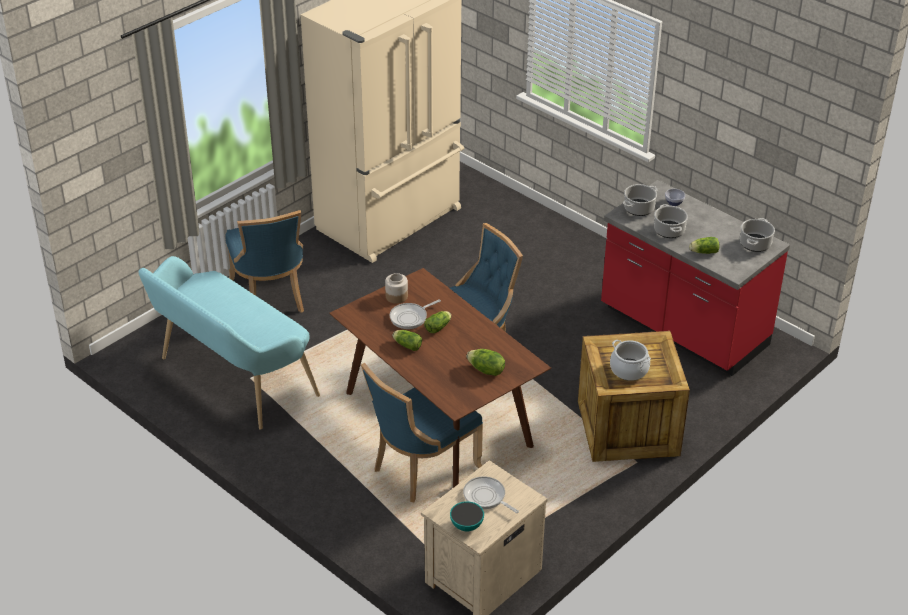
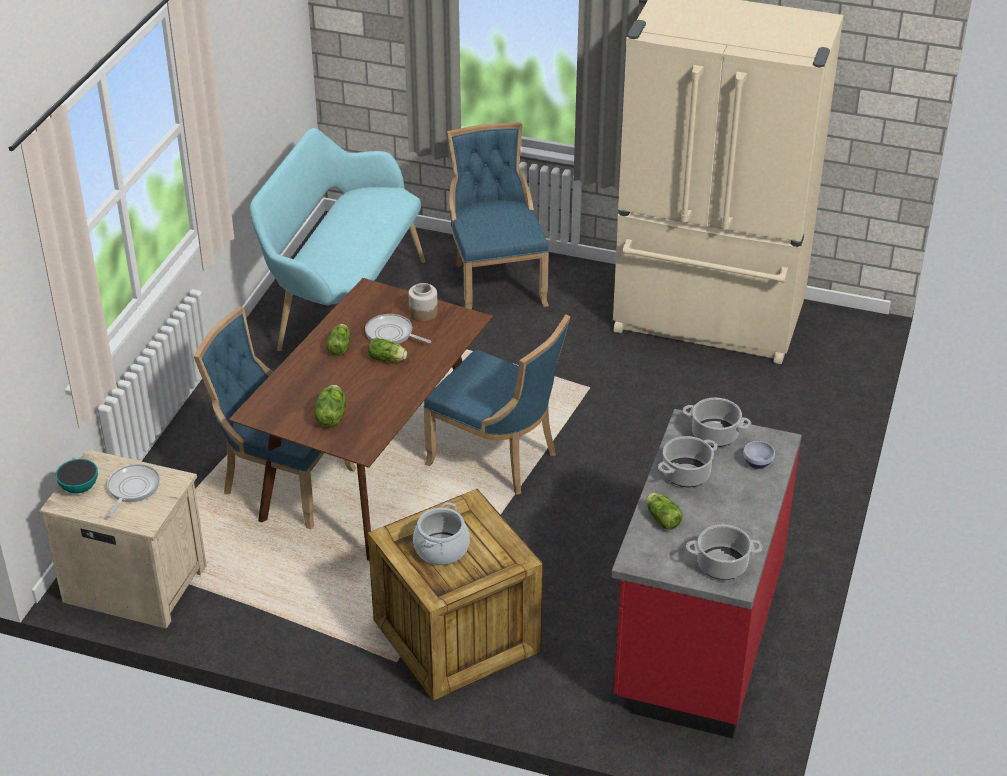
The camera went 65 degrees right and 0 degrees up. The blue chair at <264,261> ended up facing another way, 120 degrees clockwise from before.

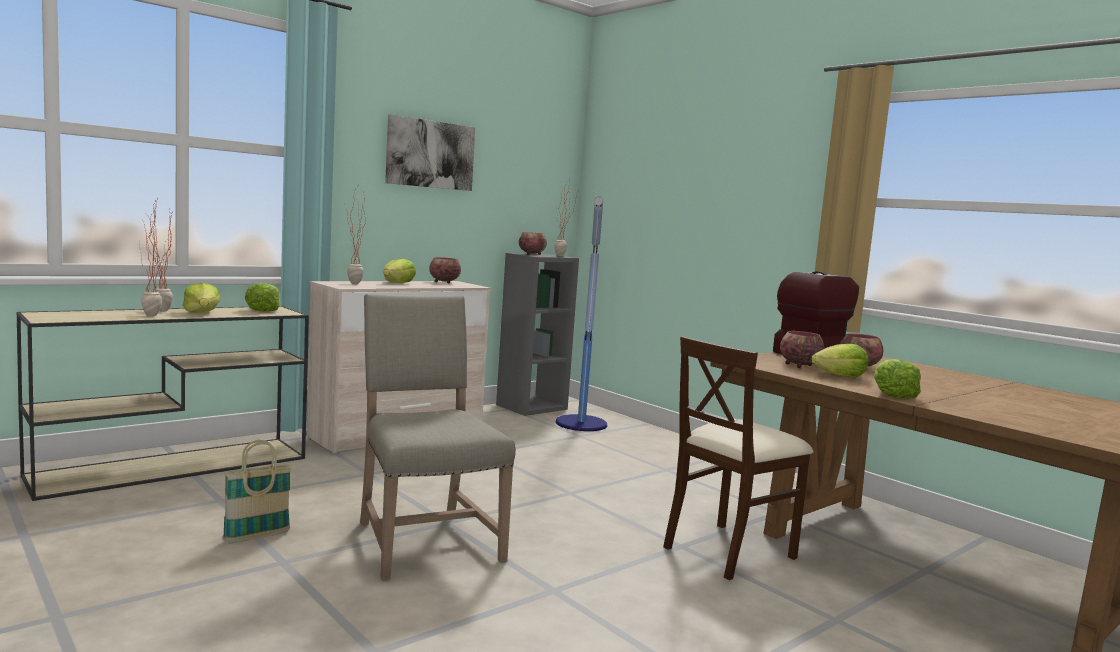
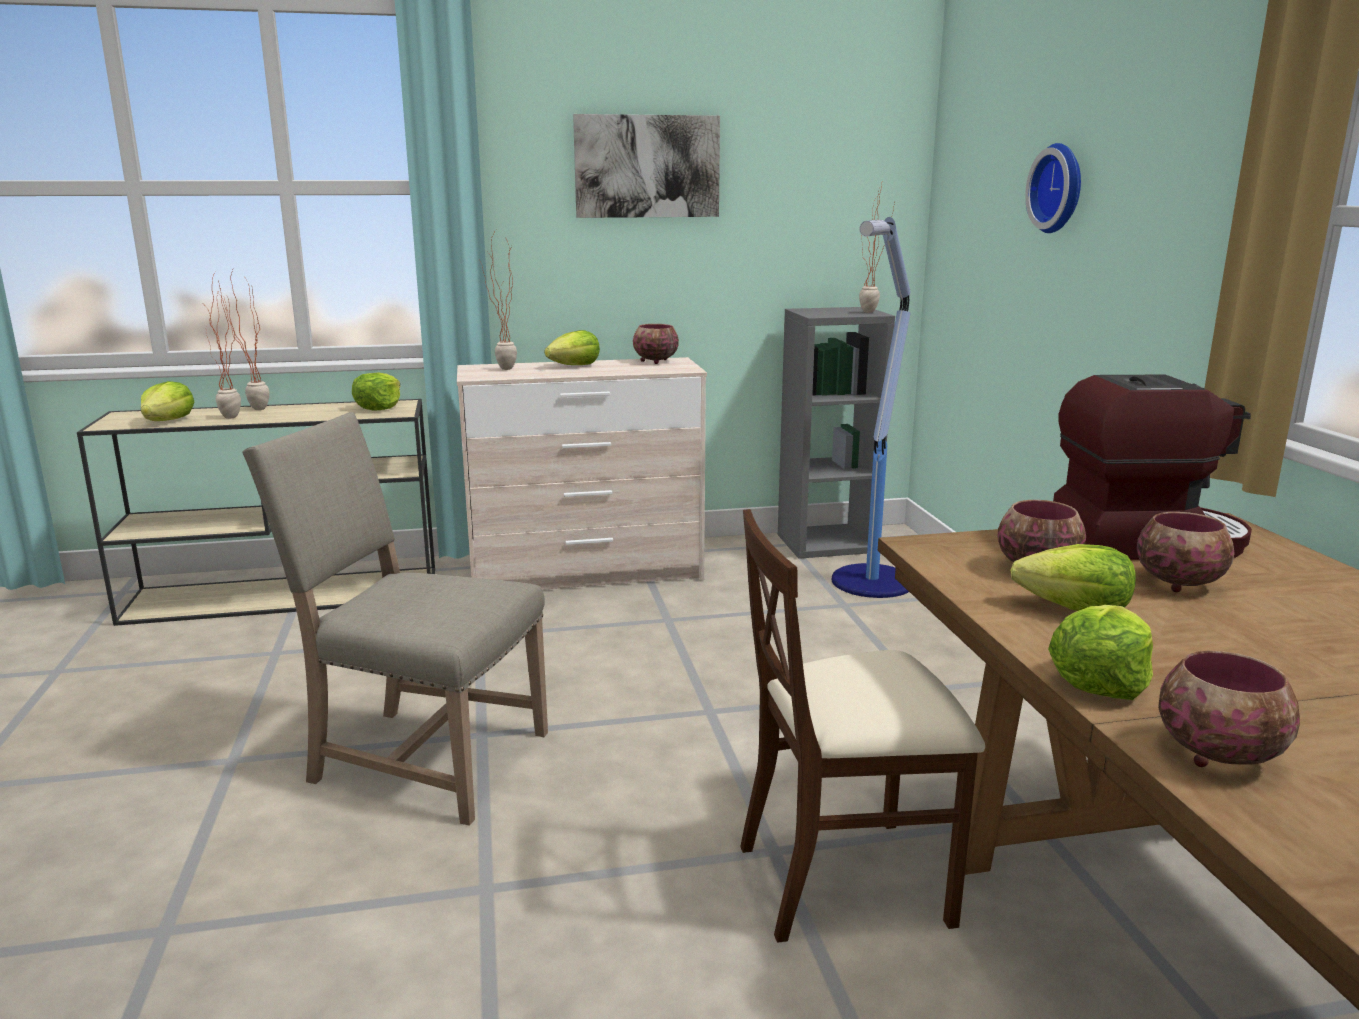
The camera went 30 degrees right and 10 degrees up. The lettuce ended up elsewhere, having gone from <201,298> to <167,401>. The second view lost the basket at <257,491>. The beige chair at <438,437> ended up facing another way, 75 degrees counterclockwise from before. The bowl ended up elsewhere, having gone from <533,243> to <1229,709>. The second view gained the wall clock at <1053,188>.

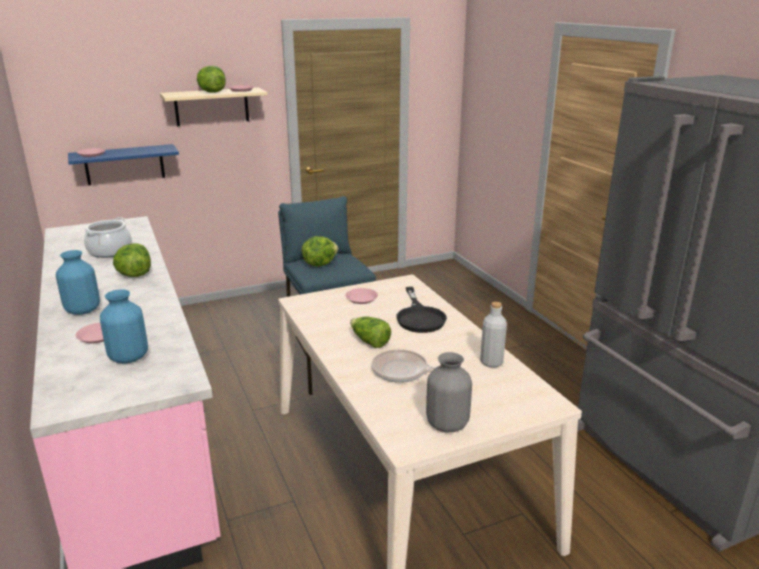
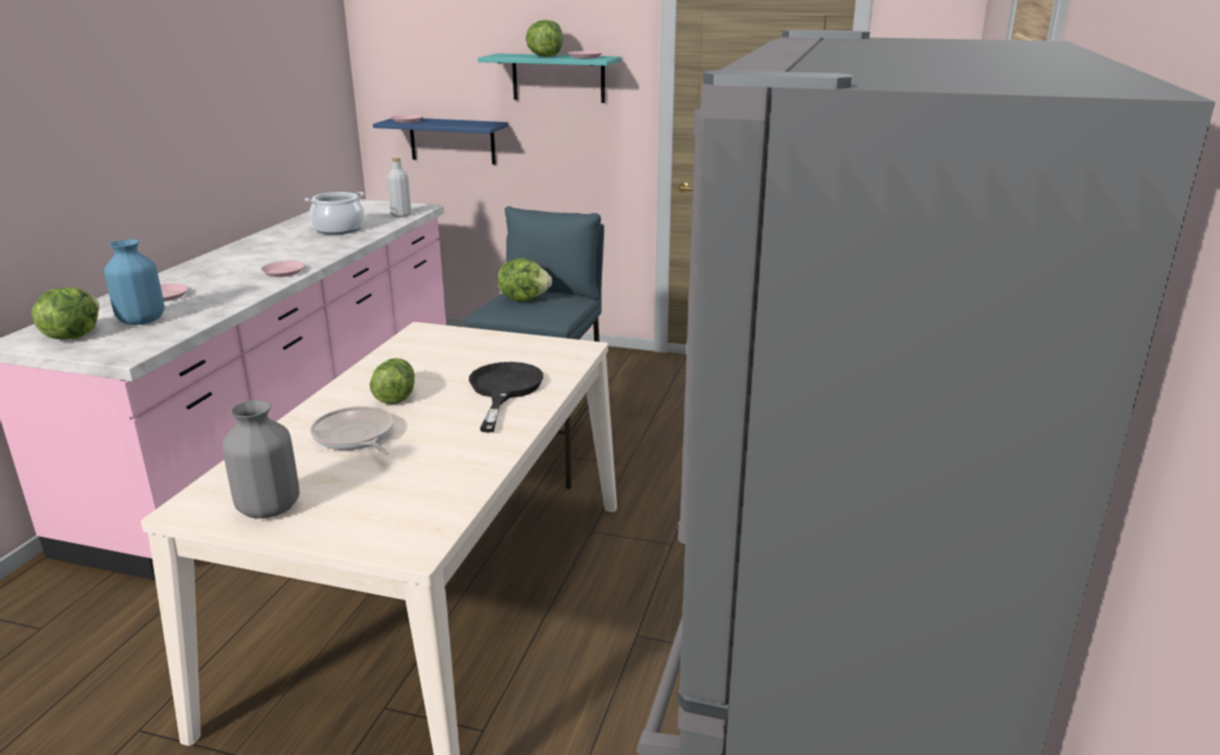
The camera went 40 degrees right and 0 degrees up. The second view lost the blue vase at <78,282>. The lettuce ended up elsewhere, having gone from <132,260> to <65,313>. What was the beige shelf at <214,106> turned into the turquoise shelf at <549,78>. The pink plate ended up elsewhere, having gone from <361,296> to <283,269>. The black frying pan at <421,310> ended up facing another way, 150 degrees clockwise from before. The grey bottle ended up elsewhere, having gone from <493,335> to <399,187>.

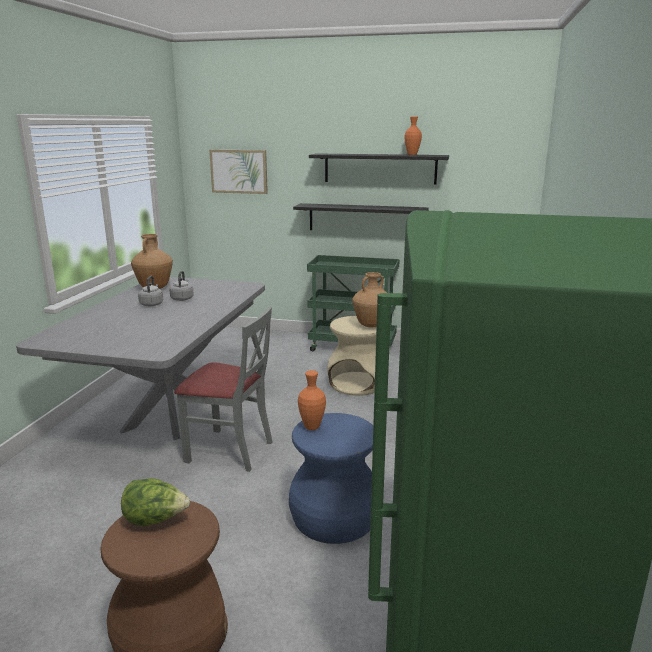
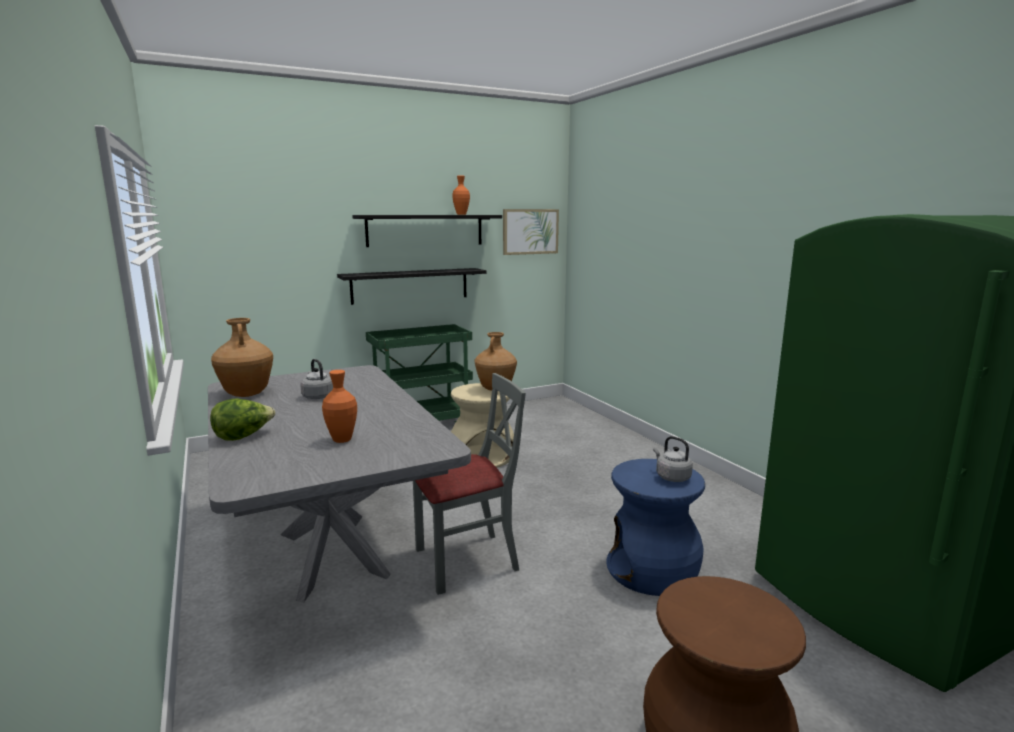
The camera went 40 degrees left and 5 degrees down. The lettuce ended up elsewhere, having gone from <155,502> to <242,419>. The grey kettle ended up elsewhere, having gone from <150,291> to <673,459>. The picture ended up elsewhere, having gone from <238,172> to <531,232>. The orange vase ended up elsewhere, having gone from <312,400> to <339,406>.

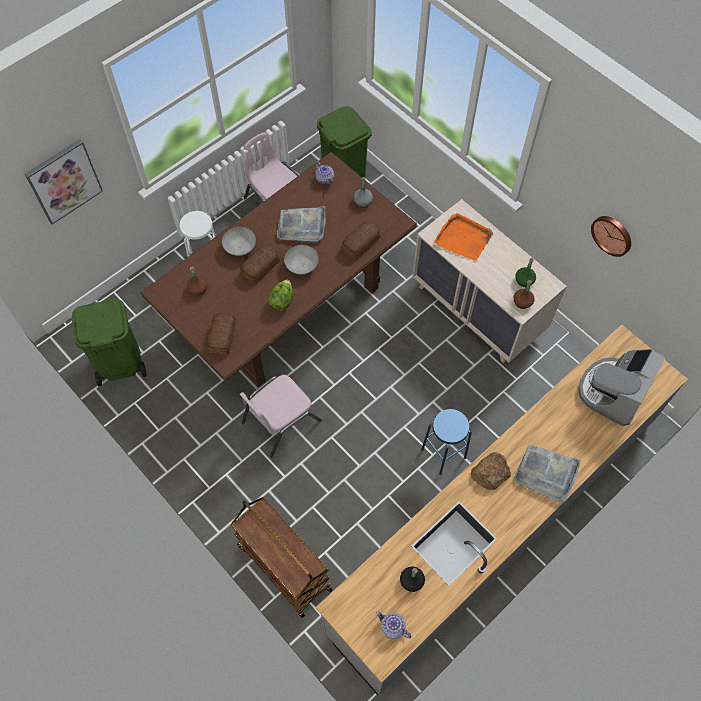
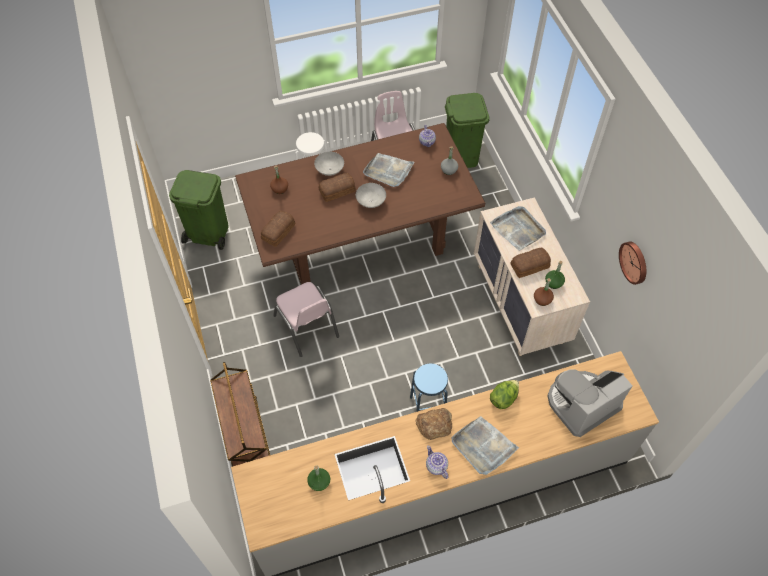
The camera went 25 degrees right and 5 degrees down. The second view lost the picture at <64,182>. The pink chair at <281,416> ended up facing another way, 105 degrees counterclockwise from before. The lettuce ended up elsewhere, having gone from <280,295> to <504,394>. The bread ended up elsewhere, having gone from <360,240> to <530,263>. The teapot ended up elsewhere, having gone from <394,625> to <437,462>. What was the black bottle at <412,579> turned into the green bottle at <318,478>. What was the orange tray at <463,237> turned into the grey tray at <518,228>.

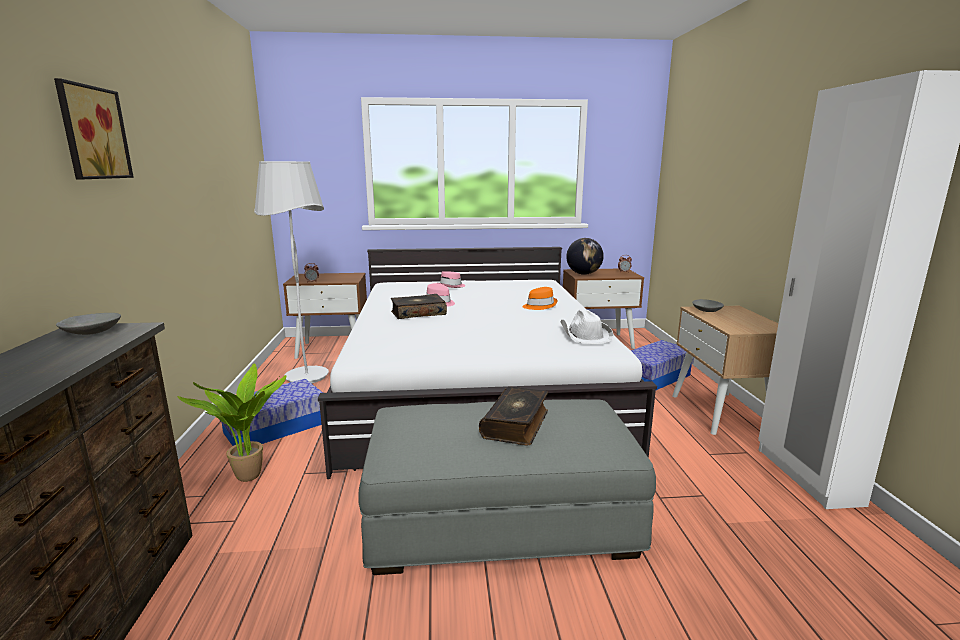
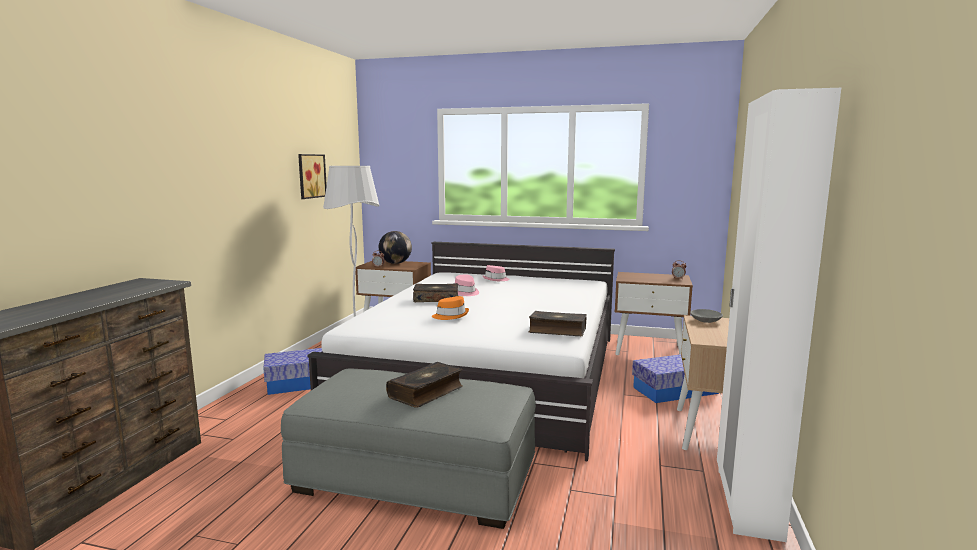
The camera went 20 degrees right and 5 degrees down. The picture ended up elsewhere, having gone from <94,128> to <312,176>. The second view lost the grey bowl at <88,324>. The second view lost the potted plant at <231,422>. The orange hat ended up elsewhere, having gone from <539,298> to <450,308>. Where the white hat stood at <587,326>, the book came to stand at <558,323>. The globe ended up elsewhere, having gone from <585,256> to <395,247>.

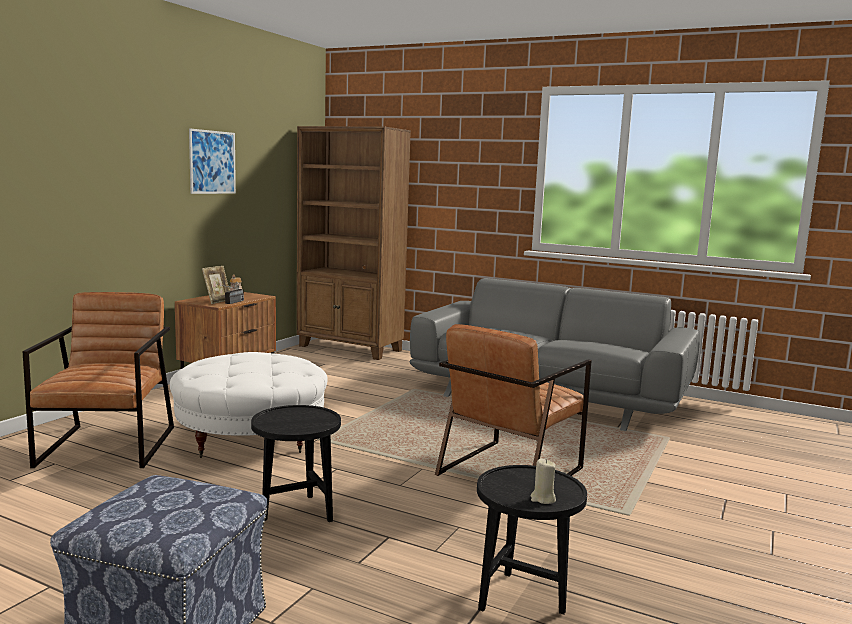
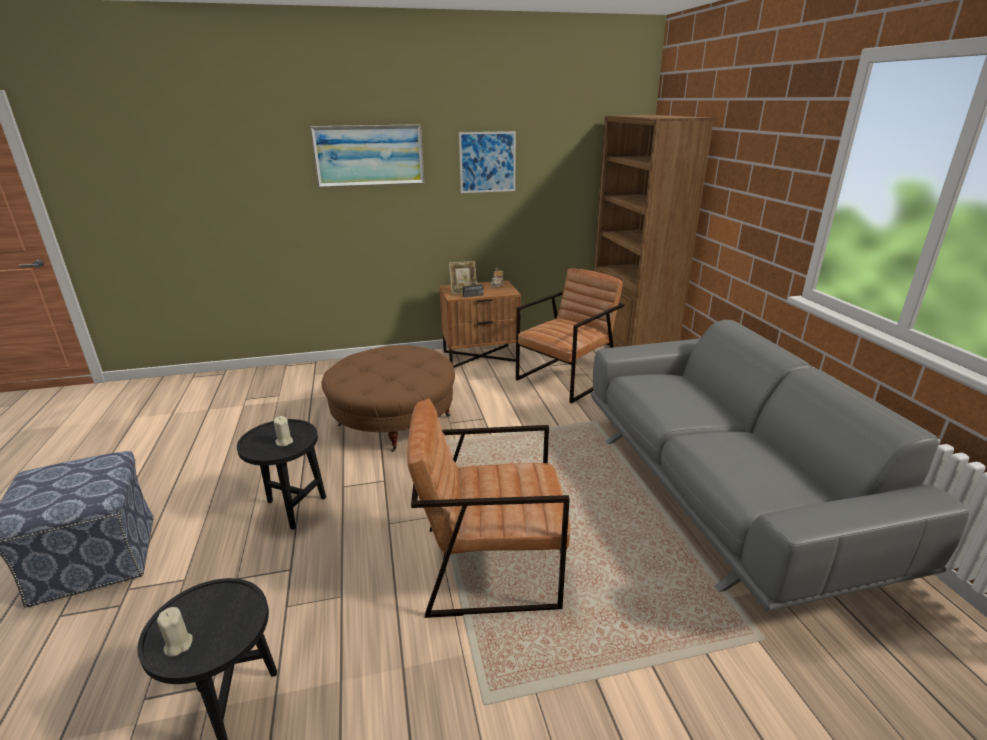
The camera went 50 degrees right and 15 degrees up. The brown armchair ended up elsewhere, having gone from <98,380> to <570,336>. What was the white ottoman at <249,405> turned into the brown ottoman at <388,398>. The second view gained the beige candle at <283,431>. The second view gained the picture at <367,156>.

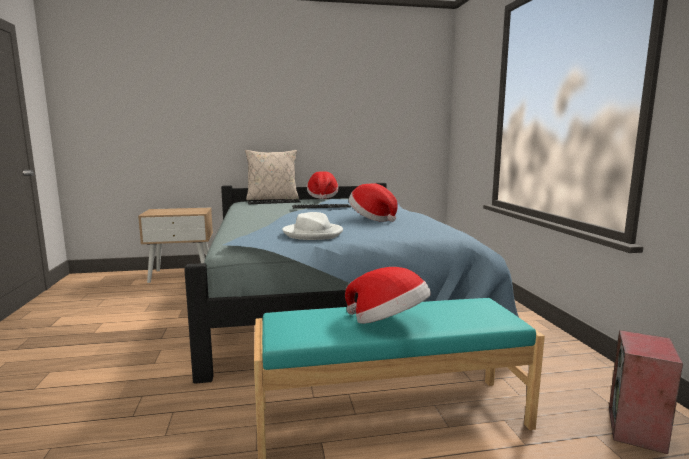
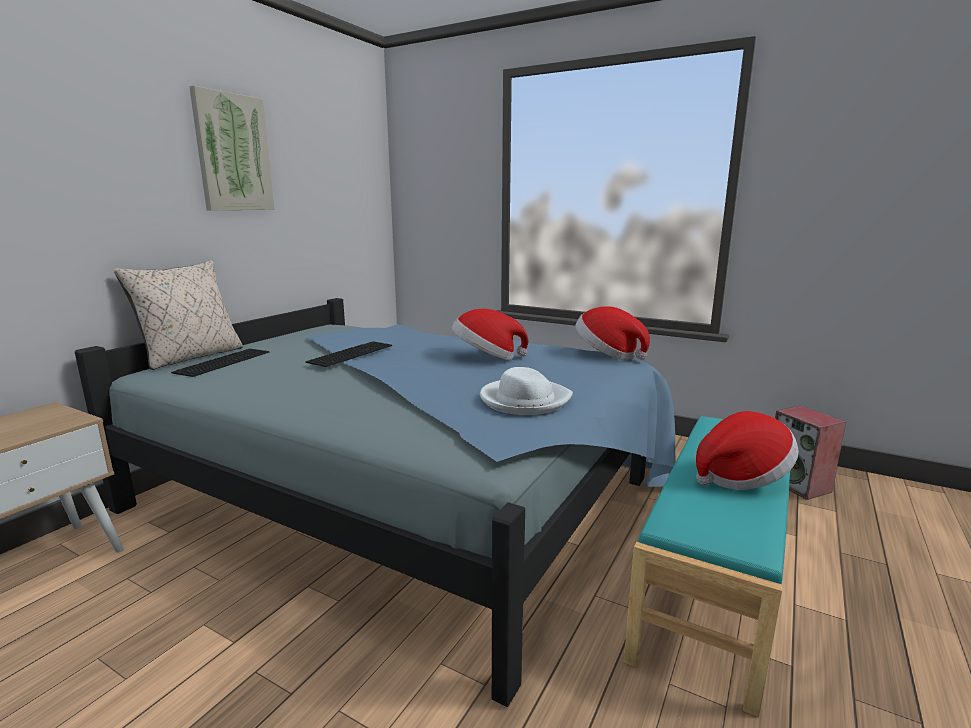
The camera went 50 degrees left and 5 degrees up. The hat ended up elsewhere, having gone from <322,185> to <613,333>. The second view gained the picture at <232,148>.

